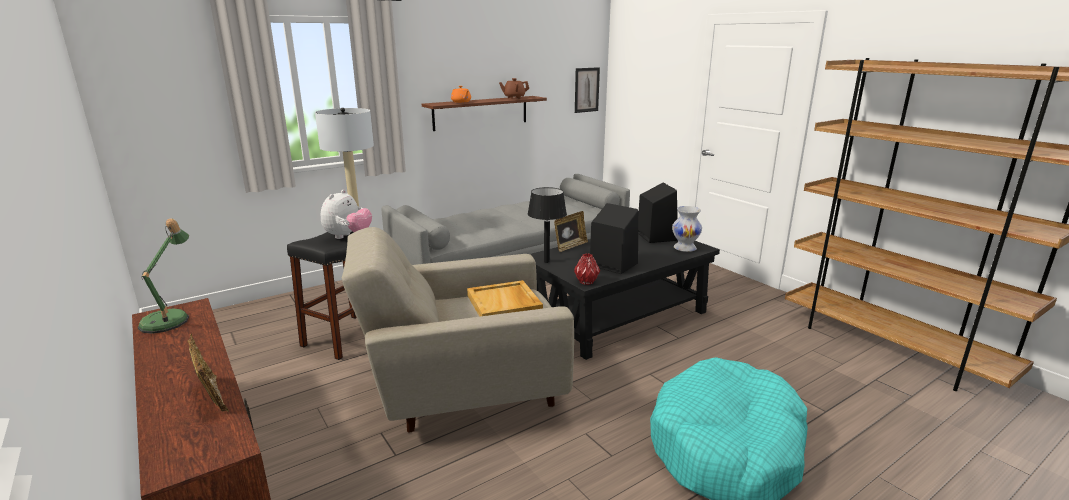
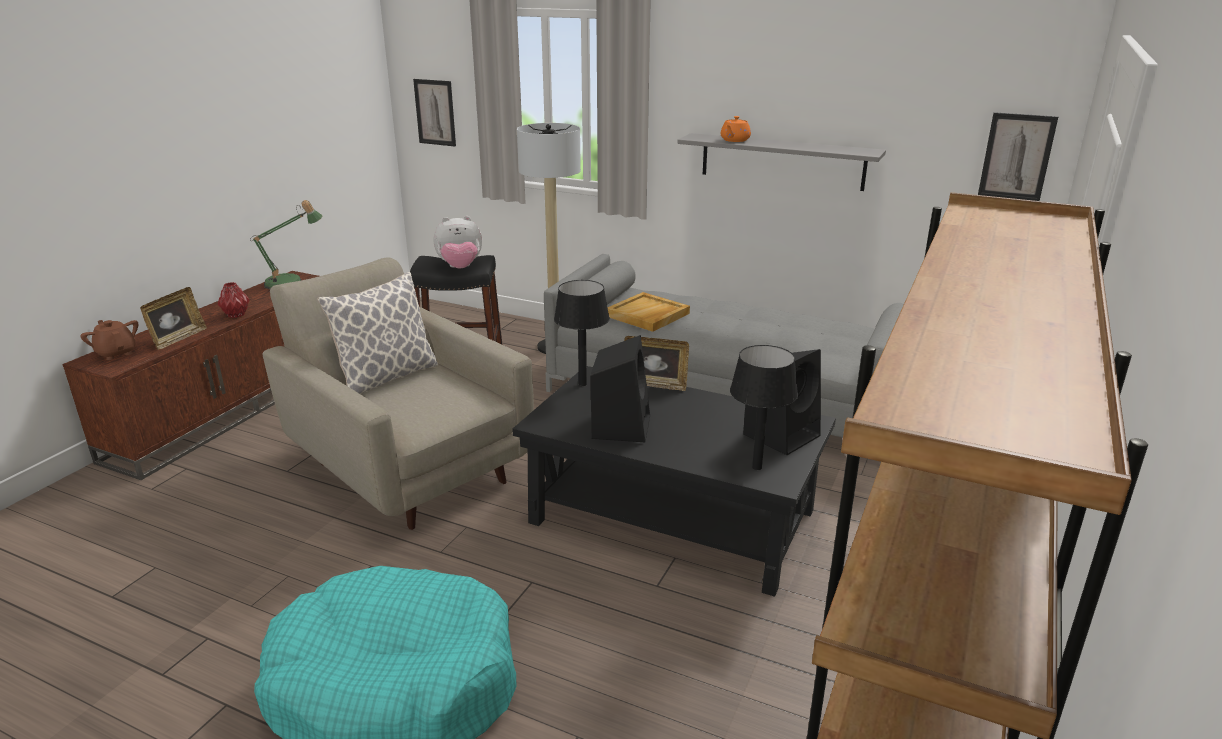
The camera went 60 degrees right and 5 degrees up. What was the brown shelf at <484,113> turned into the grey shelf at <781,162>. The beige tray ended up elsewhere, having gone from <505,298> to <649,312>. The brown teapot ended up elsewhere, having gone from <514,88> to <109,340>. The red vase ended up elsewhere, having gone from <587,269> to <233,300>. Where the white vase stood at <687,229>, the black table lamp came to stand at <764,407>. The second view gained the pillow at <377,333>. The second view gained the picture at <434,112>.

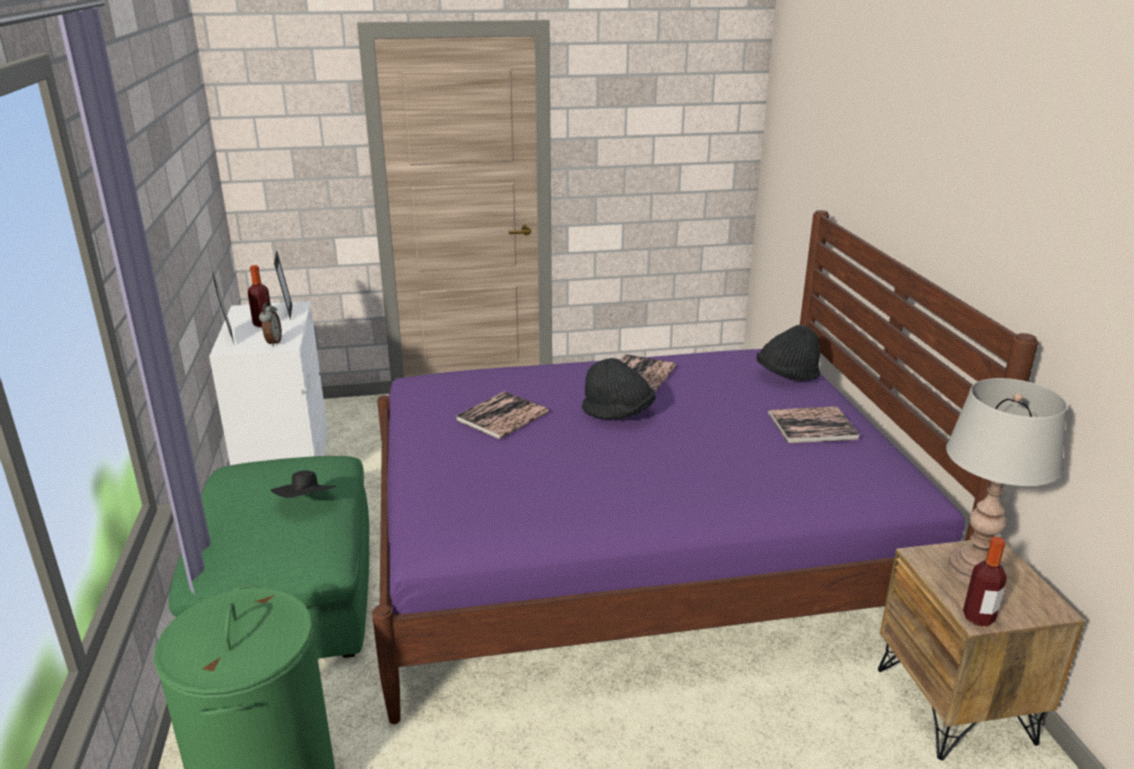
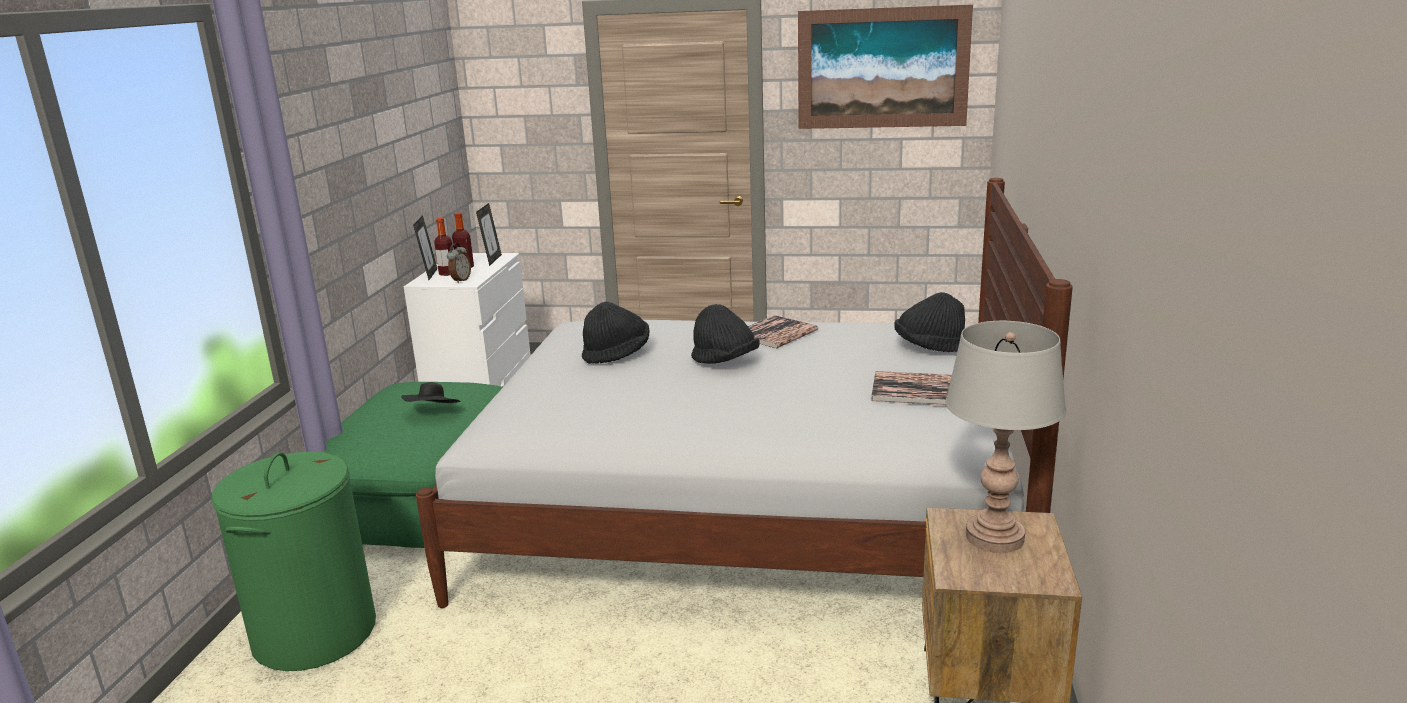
The camera went 20 degrees right and 5 degrees down. What was the purple bed at <705,467> turned into the white bed at <744,393>. Where the book stood at <502,415>, the black hat came to stand at <616,333>. The bottle ended up elsewhere, having gone from <985,581> to <443,247>. The second view gained the picture at <885,66>.

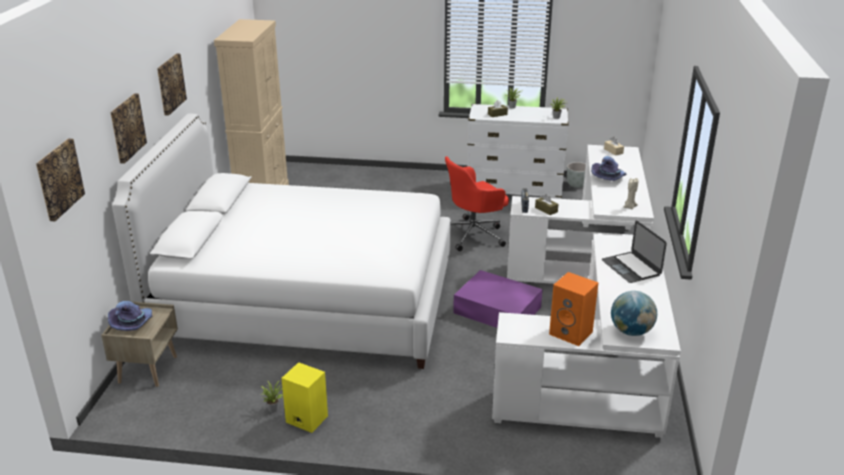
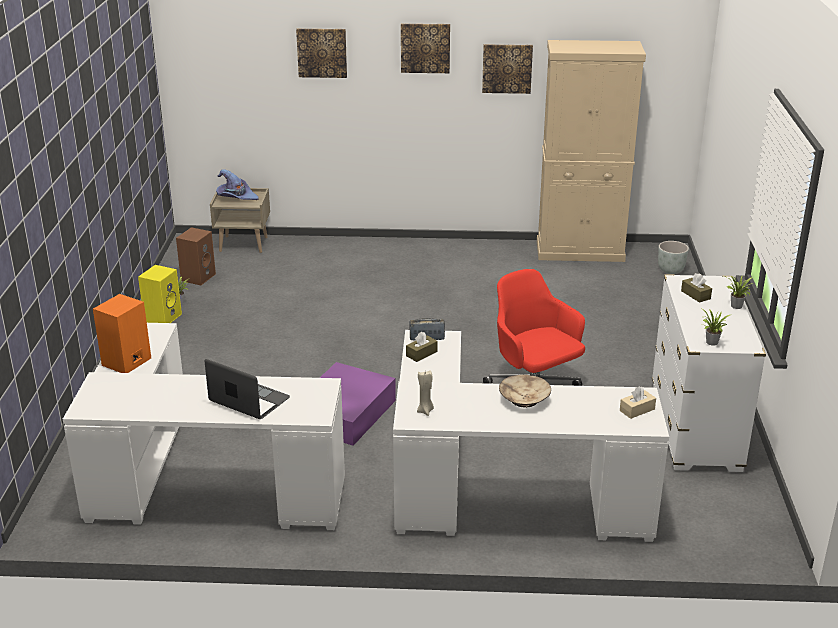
The camera went 85 degrees right and 0 degrees up. The picture ended up elsewhere, having gone from <60,180> to <507,69>. The second view lost the white bed at <281,241>. The grey planter ended up elsewhere, having gone from <576,175> to <673,257>. Where the purple hat stood at <608,168>, the beige bowl came to stand at <525,391>. The laptop at <634,252> ended up facing another way, 60 degrees clockwise from before. The second view lost the globe at <634,313>. The second view gained the brown speaker at <196,256>.

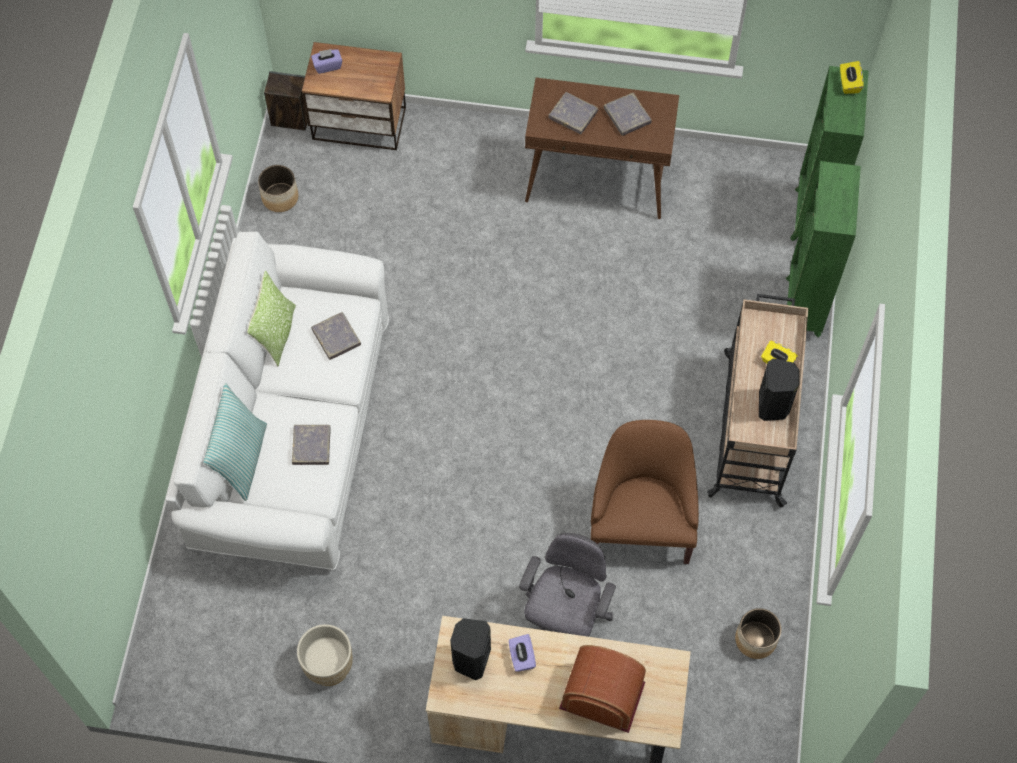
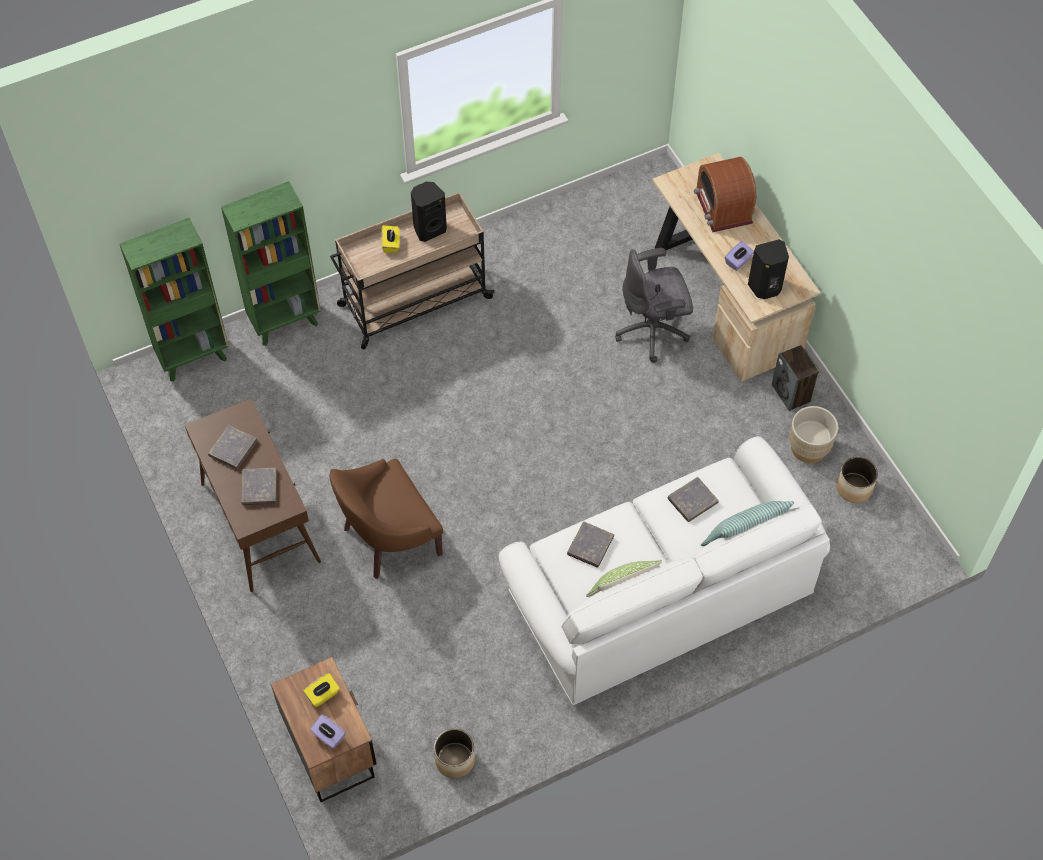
The camera went 125 degrees left and 5 degrees down. The speaker ended up elsewhere, having gone from <285,101> to <795,378>. The brown armchair ended up elsewhere, having gone from <645,492> to <386,519>. The planter ended up elsewhere, having gone from <758,633> to <857,480>. The yellow tissue box ended up elsewhere, having gone from <851,77> to <321,690>.

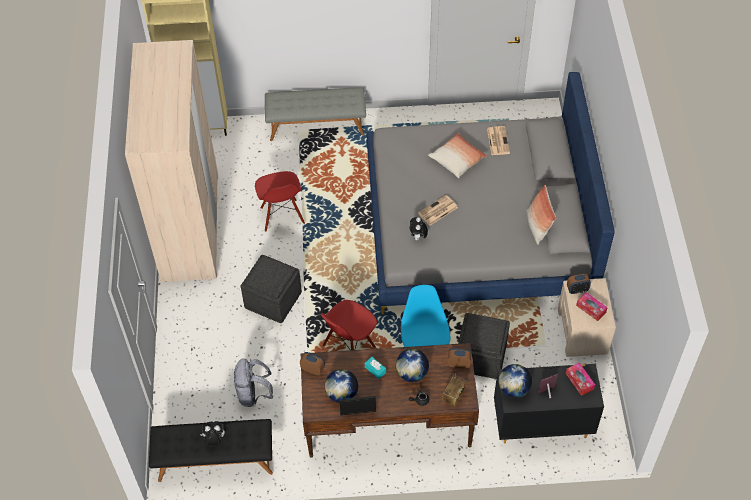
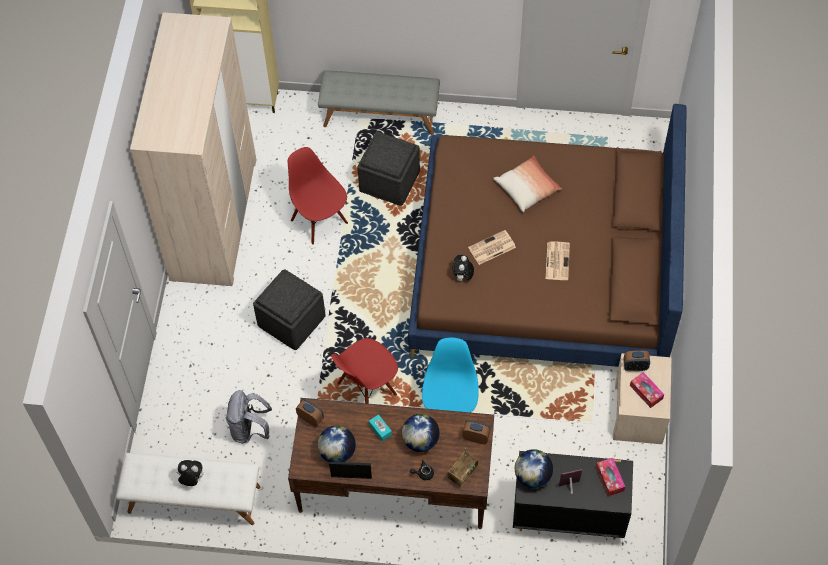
The camera went 10 degrees right and 5 degrees up. What was the black bench at <211,450> turned into the white bench at <188,489>. The red chair at <280,201> ended up facing another way, 150 degrees clockwise from before. What was the grey bed at <491,193> turned into the brown bed at <547,235>. The grey ottoman ended up elsewhere, having gone from <484,346> to <389,169>. The newspaper ended up elsewhere, having gone from <498,140> to <558,260>. The second view lost the pillow at <541,214>.

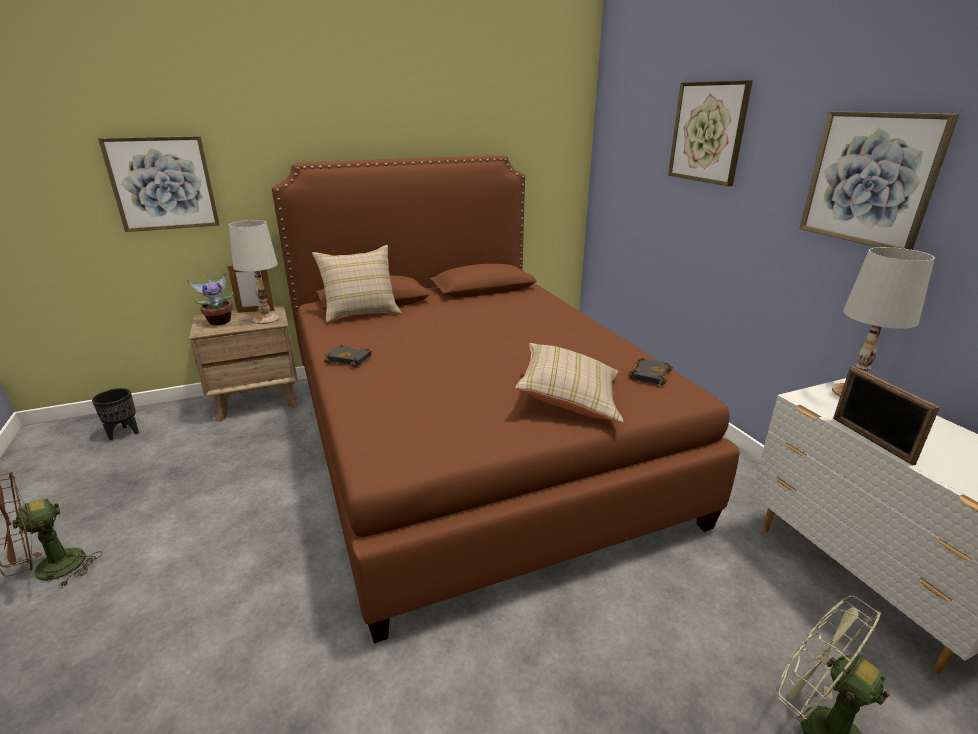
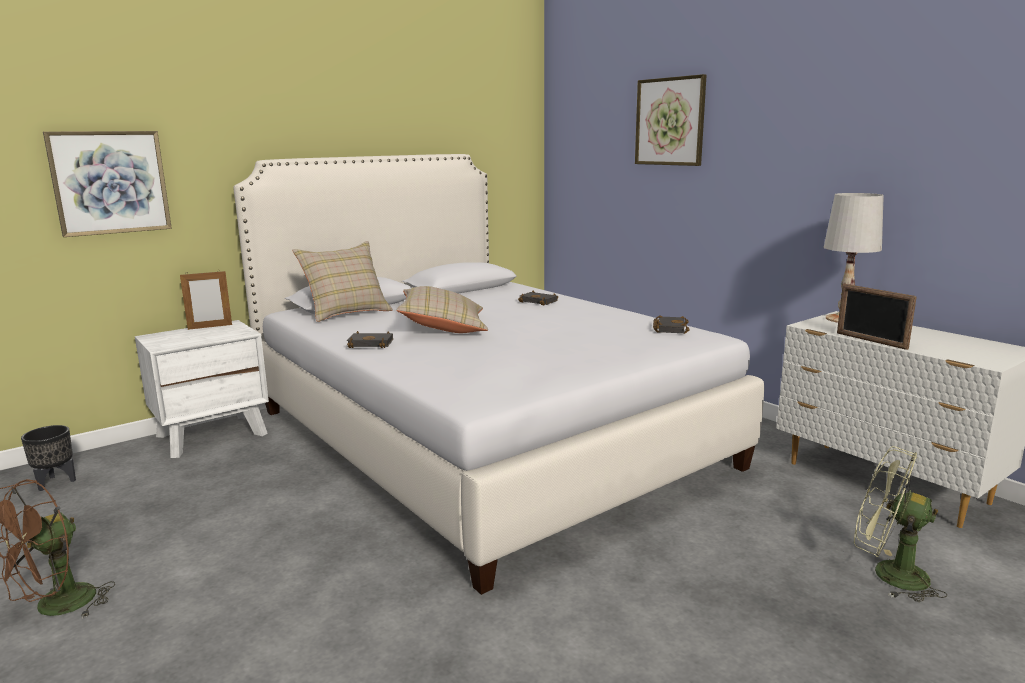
The camera went 15 degrees left and 10 degrees down. The second view lost the potted plant at <210,299>. What was the brown nightstand at <244,363> turned into the white nightstand at <202,389>. The second view lost the white table lamp at <254,272>. What was the brown bed at <505,399> turned into the white bed at <498,374>. The beige pillow ended up elsewhere, having gone from <569,383> to <442,309>. The second view lost the picture at <879,180>. The second view gained the black book at <538,298>.

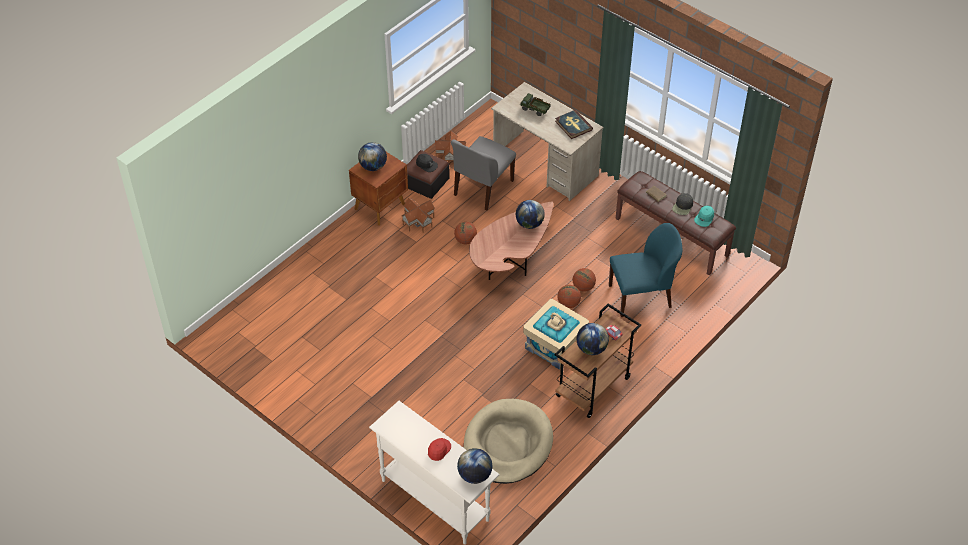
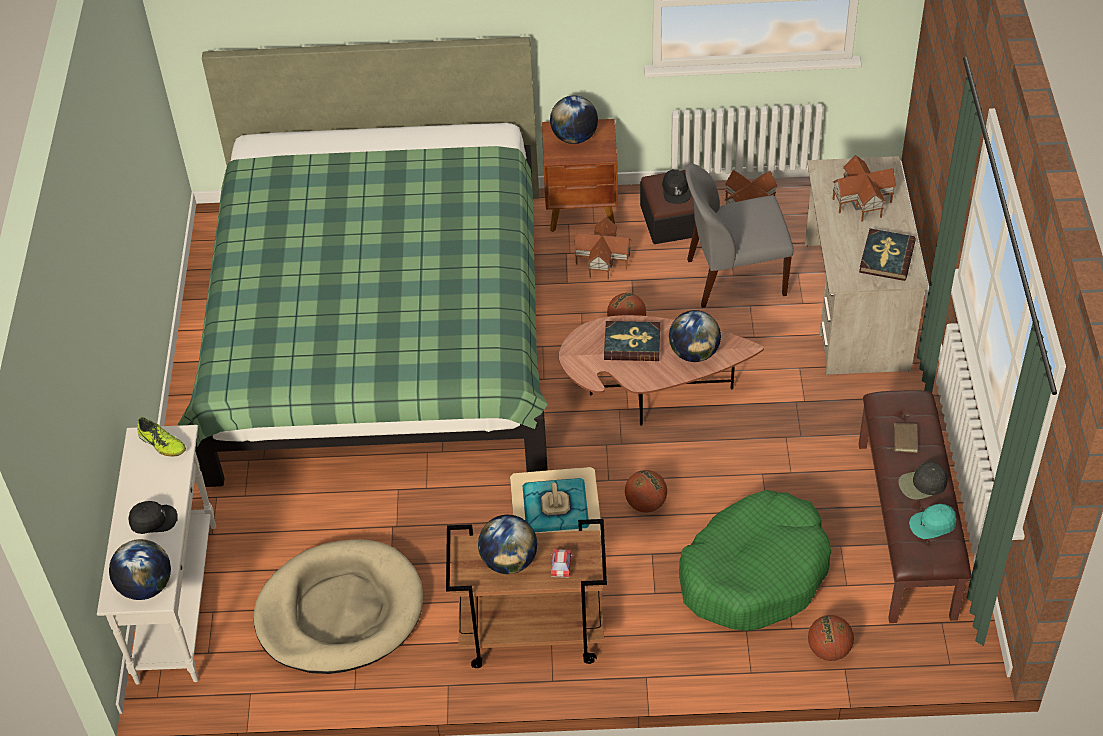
The camera went 50 degrees right and 0 degrees up. What was the red cap at <439,449> turned into the black cap at <153,517>. Where the toy truck stood at <535,104>, the toy house came to stand at <864,188>. The basketball ended up elsewhere, having gone from <584,280> to <831,638>. Where the blue chair stood at <645,270>, the green dog bed came to stand at <755,560>. The second view gained the shoe at <161,436>. The second view gained the green bed at <363,262>. The second view gained the book at <632,341>.

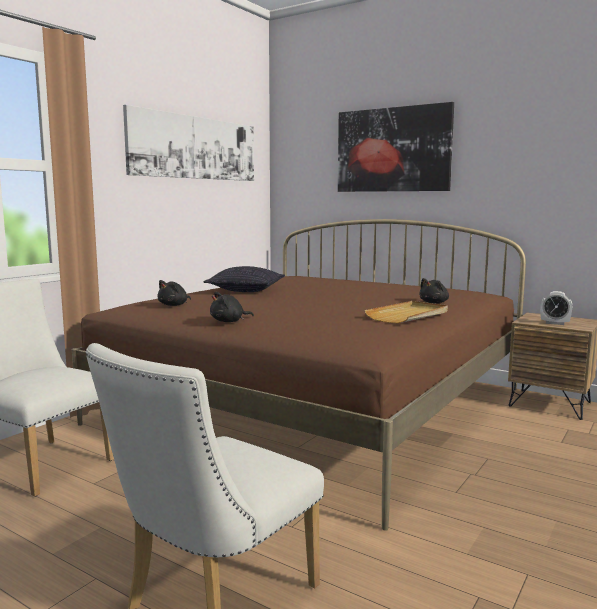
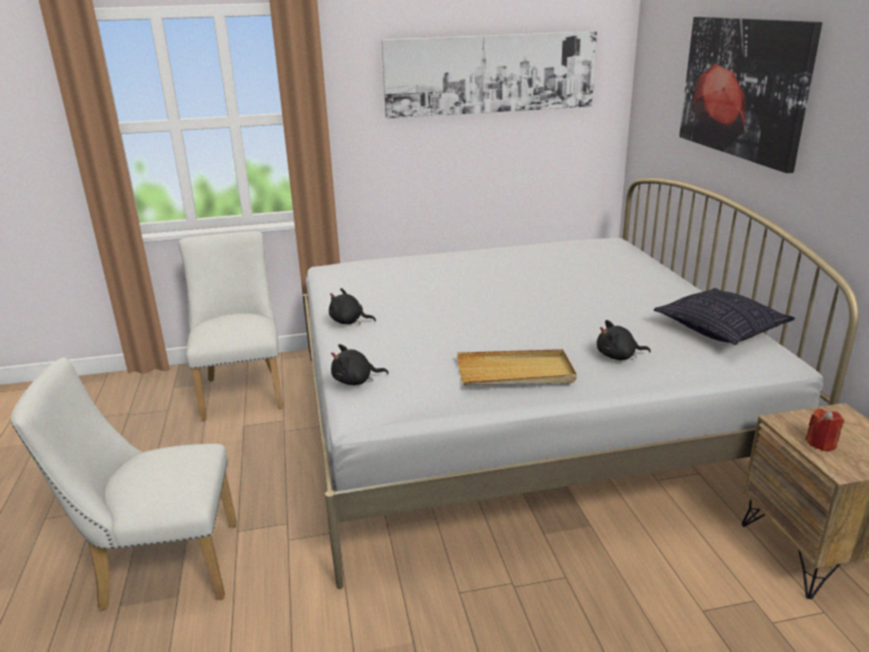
The camera went 45 degrees right and 15 degrees up. What was the brown bed at <299,375> turned into the white bed at <581,383>. The black plush toy ended up elsewhere, having gone from <174,293> to <360,364>. The pillow ended up elsewhere, having gone from <244,279> to <724,316>. Where the alarm clock stood at <556,308>, the red candle came to stand at <824,430>.

